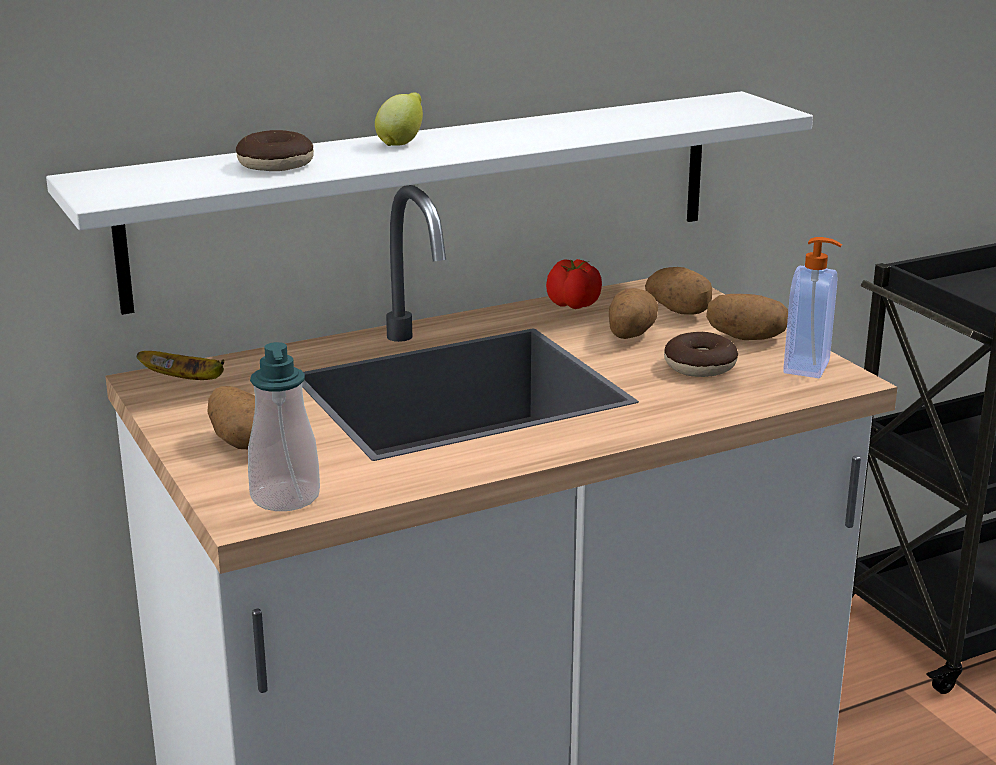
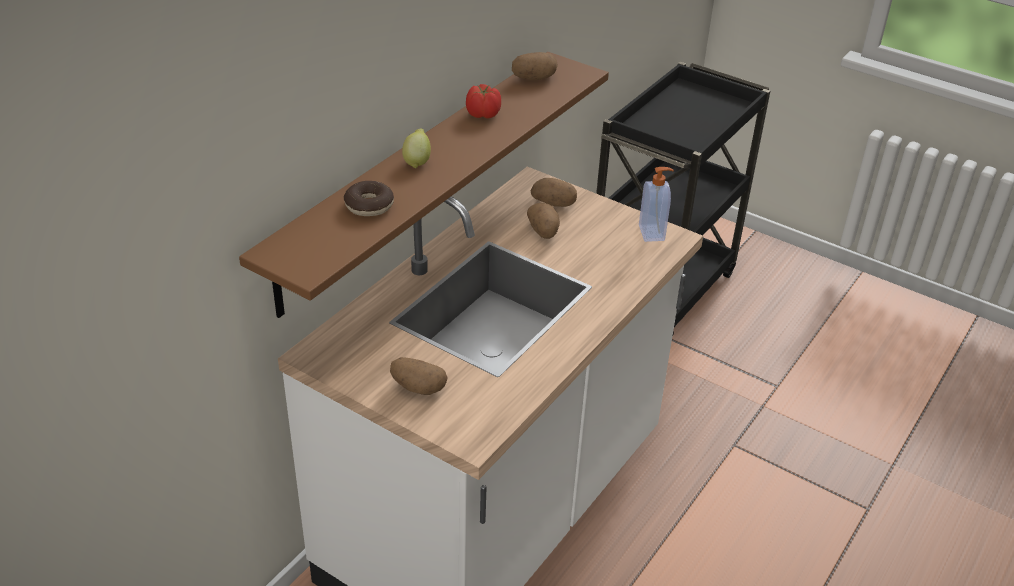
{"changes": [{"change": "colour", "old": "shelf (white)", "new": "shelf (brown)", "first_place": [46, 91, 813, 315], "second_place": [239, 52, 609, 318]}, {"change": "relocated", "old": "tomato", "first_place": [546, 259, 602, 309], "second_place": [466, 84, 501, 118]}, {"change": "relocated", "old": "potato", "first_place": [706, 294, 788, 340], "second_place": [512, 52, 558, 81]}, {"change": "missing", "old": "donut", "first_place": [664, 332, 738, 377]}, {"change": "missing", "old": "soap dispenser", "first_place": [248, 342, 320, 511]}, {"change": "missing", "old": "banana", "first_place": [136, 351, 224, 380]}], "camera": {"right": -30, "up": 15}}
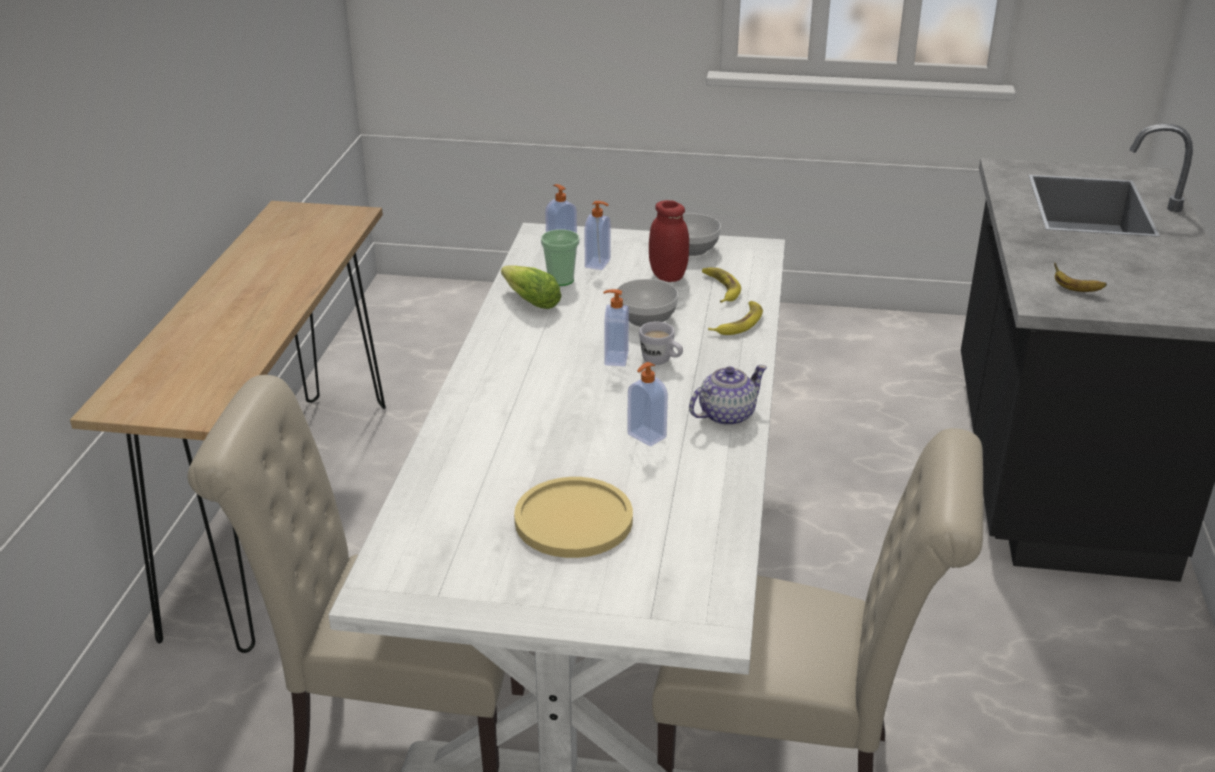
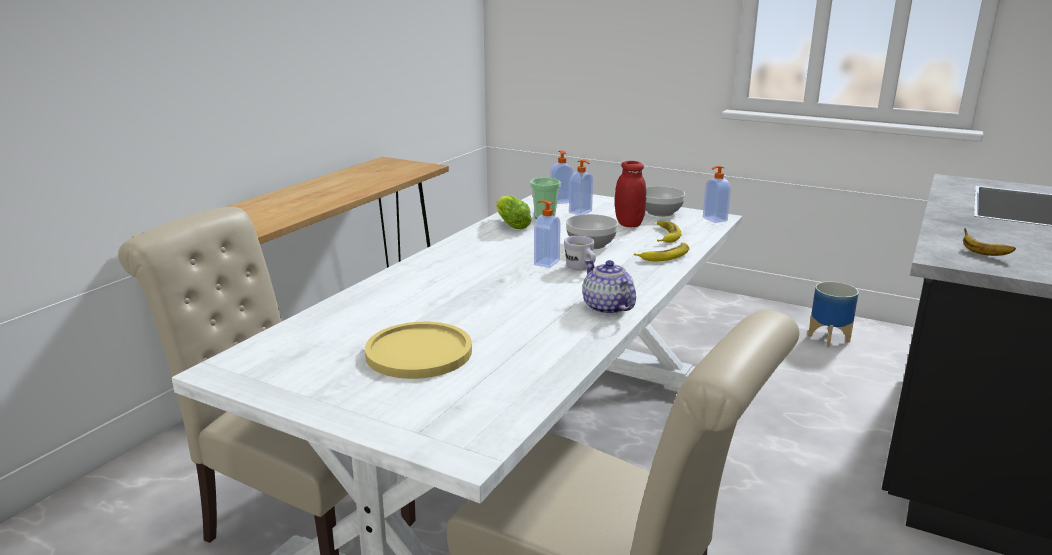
{"changes": [{"change": "relocated", "old": "soap dispenser", "first_place": [627, 362, 668, 446], "second_place": [703, 166, 731, 223]}, {"change": "spun", "old": "teapot", "first_place": [689, 365, 767, 426], "second_place": [582, 259, 636, 315], "degrees": -105}, {"change": "appeared", "new": "planter", "second_place": [808, 281, 859, 348]}], "camera": {"right": 20, "up": -10}}
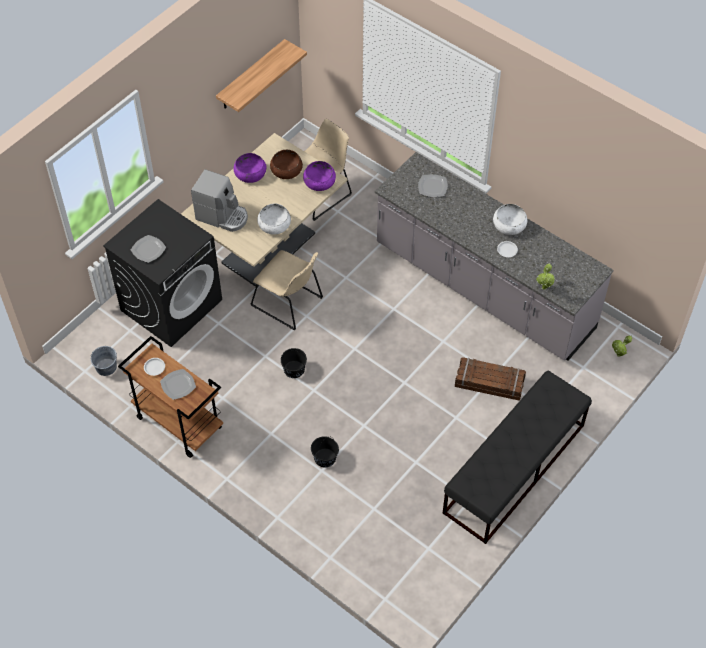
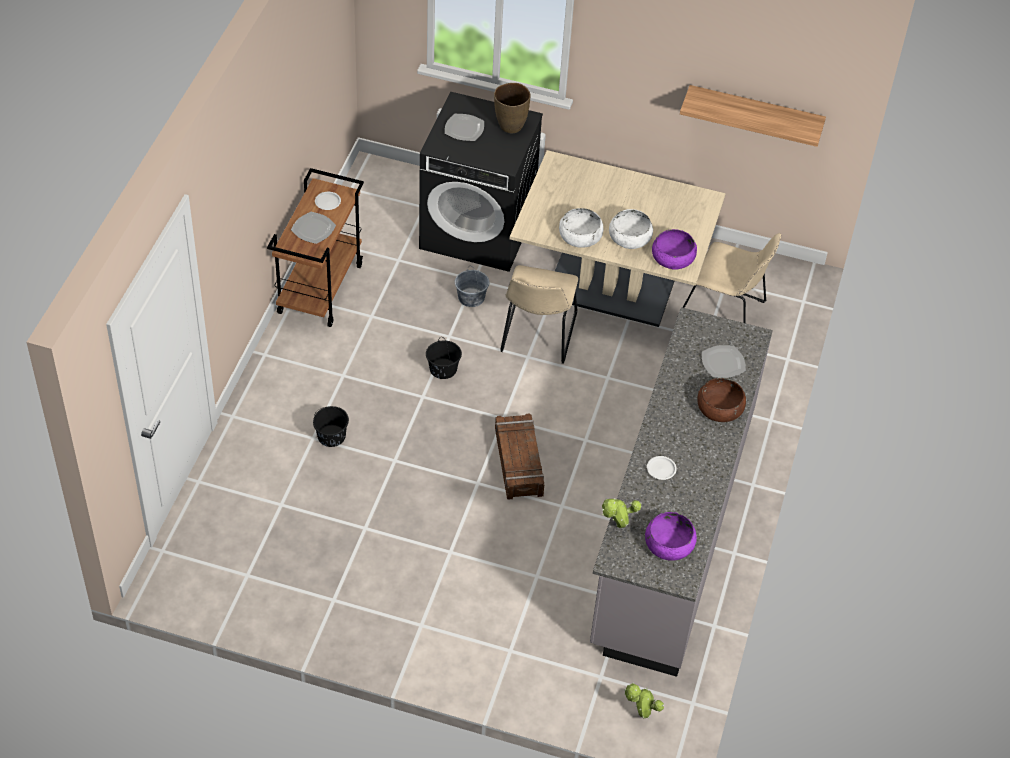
{"changes": [{"change": "relocated", "old": "bowl (brown)", "first_place": [270, 150, 303, 179], "second_place": [697, 378, 746, 422]}, {"change": "relocated", "old": "bowl (purple)", "first_place": [234, 153, 266, 183], "second_place": [645, 512, 697, 561]}, {"change": "missing", "old": "coffee machine", "first_place": [191, 169, 248, 232]}, {"change": "relocated", "old": "bowl (white)", "first_place": [493, 204, 527, 235], "second_place": [609, 209, 653, 249]}, {"change": "relocated", "old": "bucket (grey)", "first_place": [91, 346, 117, 376], "second_place": [455, 268, 489, 307]}, {"change": "relocated", "old": "crate", "first_place": [455, 357, 526, 401], "second_place": [495, 413, 544, 500]}, {"change": "missing", "old": "bench (black)", "first_place": [443, 371, 592, 544]}, {"change": "appeared", "new": "vase (brown)", "second_place": [494, 83, 531, 133]}], "camera": {"right": 65, "up": -5}}
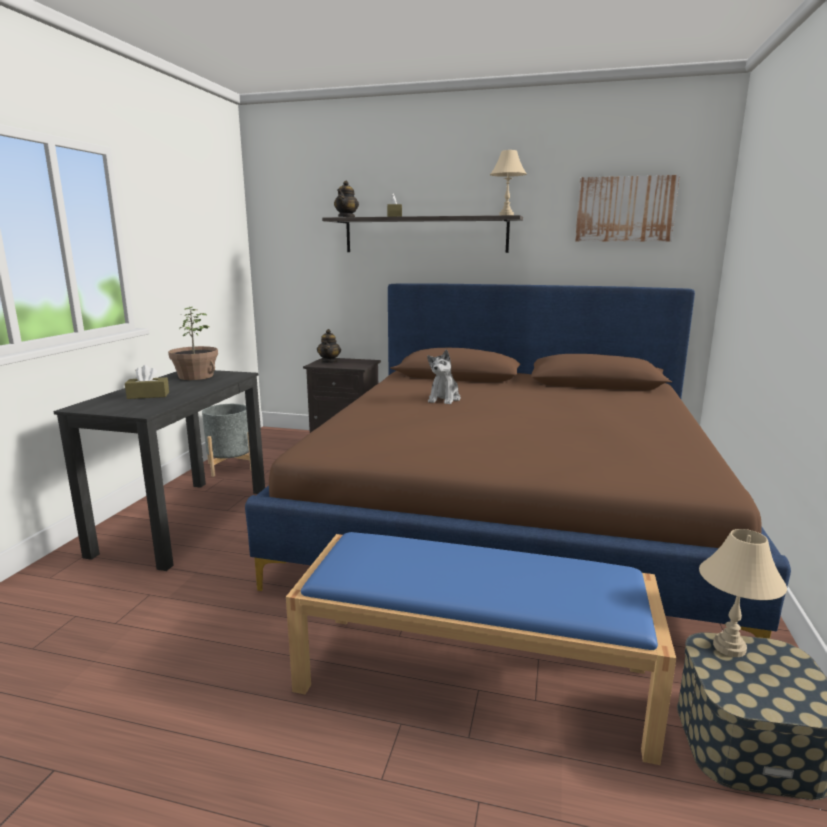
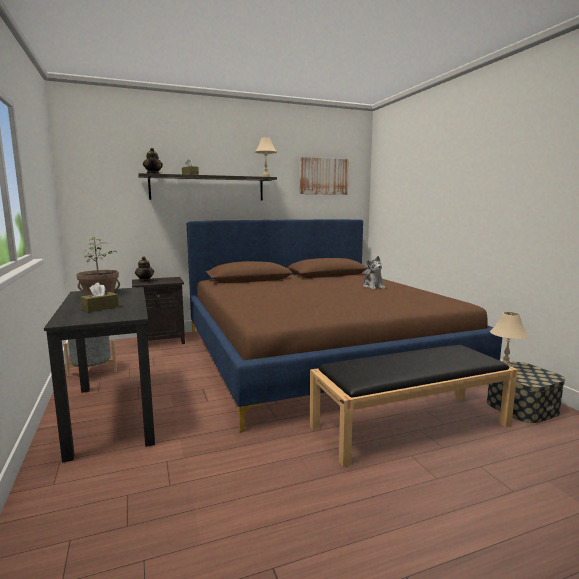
{"changes": [{"change": "relocated", "old": "plush toy", "first_place": [427, 350, 461, 404], "second_place": [363, 256, 385, 290]}, {"change": "colour", "old": "bench (blue)", "new": "bench (black)", "first_place": [286, 532, 676, 765], "second_place": [310, 345, 518, 467]}], "camera": {"right": -35, "up": -5}}
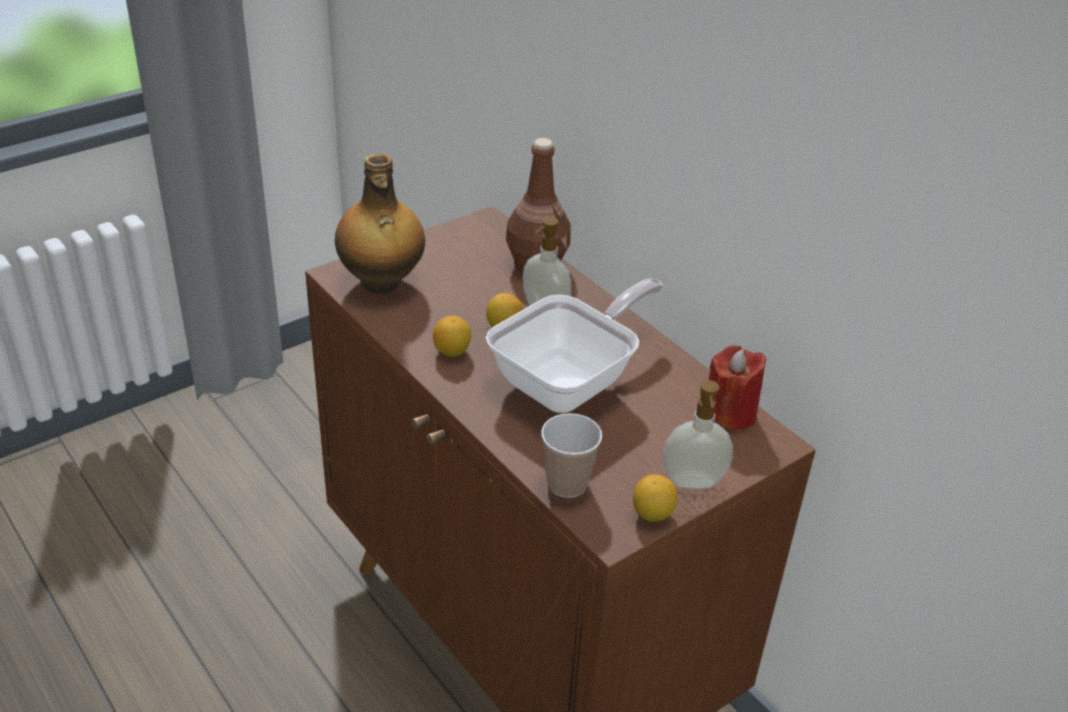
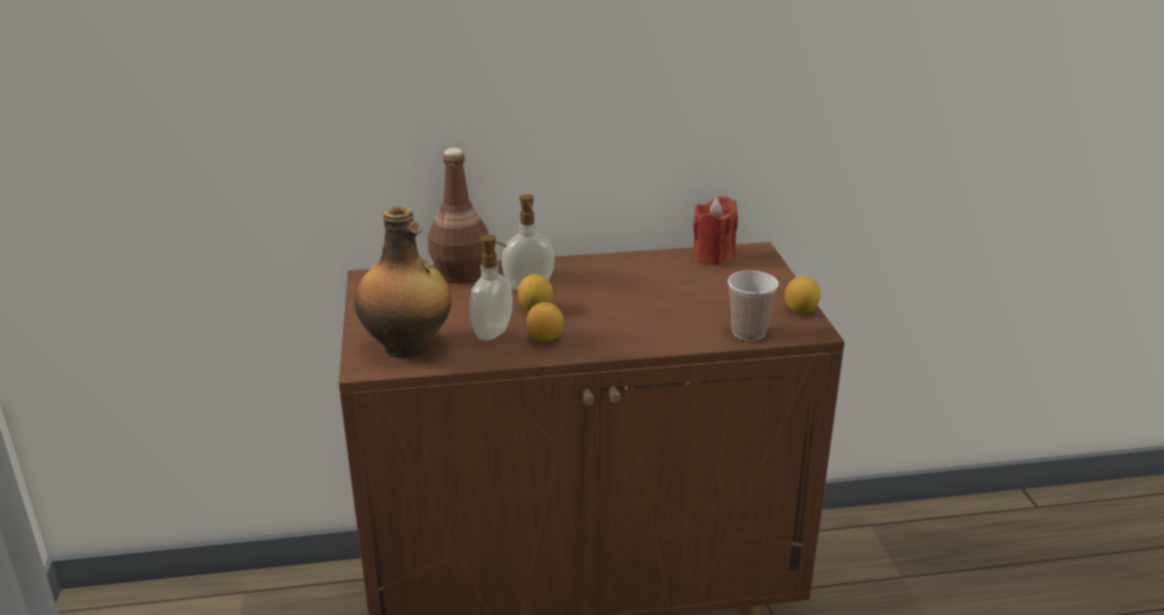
{"changes": [{"change": "missing", "old": "frying pan", "first_place": [486, 279, 663, 413]}, {"change": "relocated", "old": "soap dispenser", "first_place": [663, 380, 733, 489], "second_place": [469, 234, 513, 341]}], "camera": {"right": -60, "up": -10}}
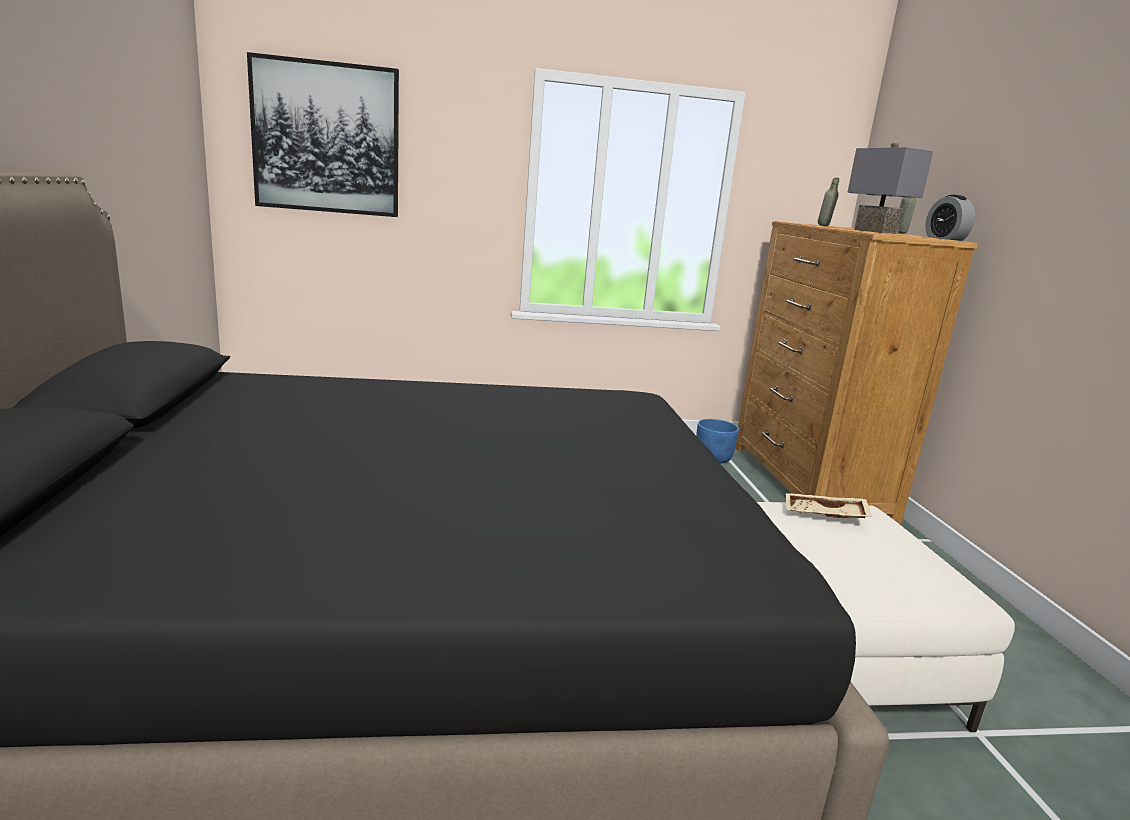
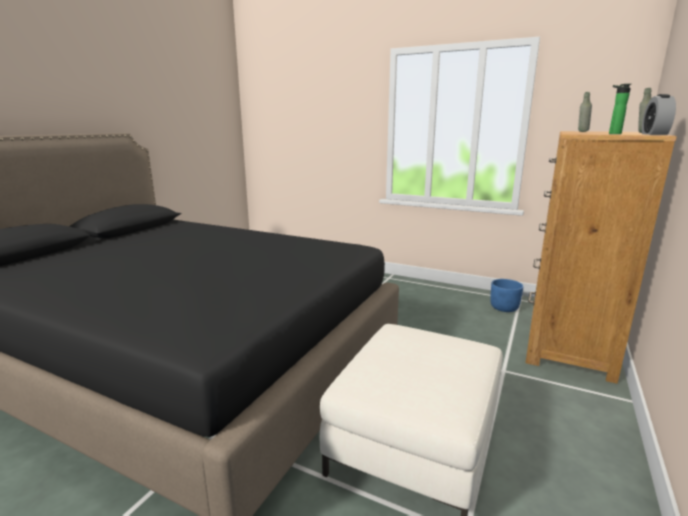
{"changes": [{"change": "missing", "old": "picture", "first_place": [247, 52, 399, 217]}, {"change": "missing", "old": "table lamp (grey)", "first_place": [847, 143, 933, 234]}, {"change": "missing", "old": "tray (beige)", "first_place": [786, 493, 872, 518]}, {"change": "appeared", "new": "bottle", "second_place": [609, 84, 631, 134]}], "camera": {"right": 35, "up": 0}}
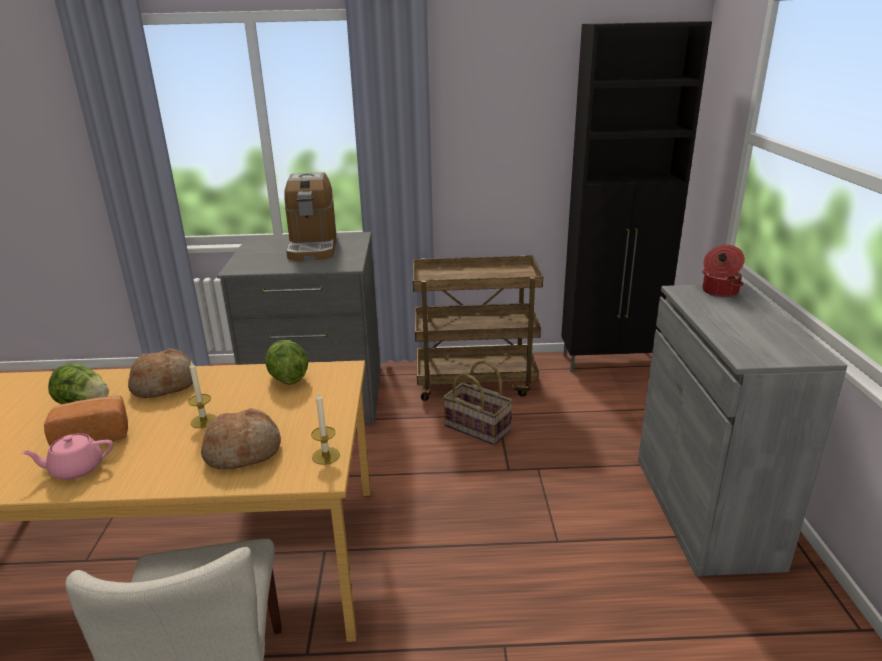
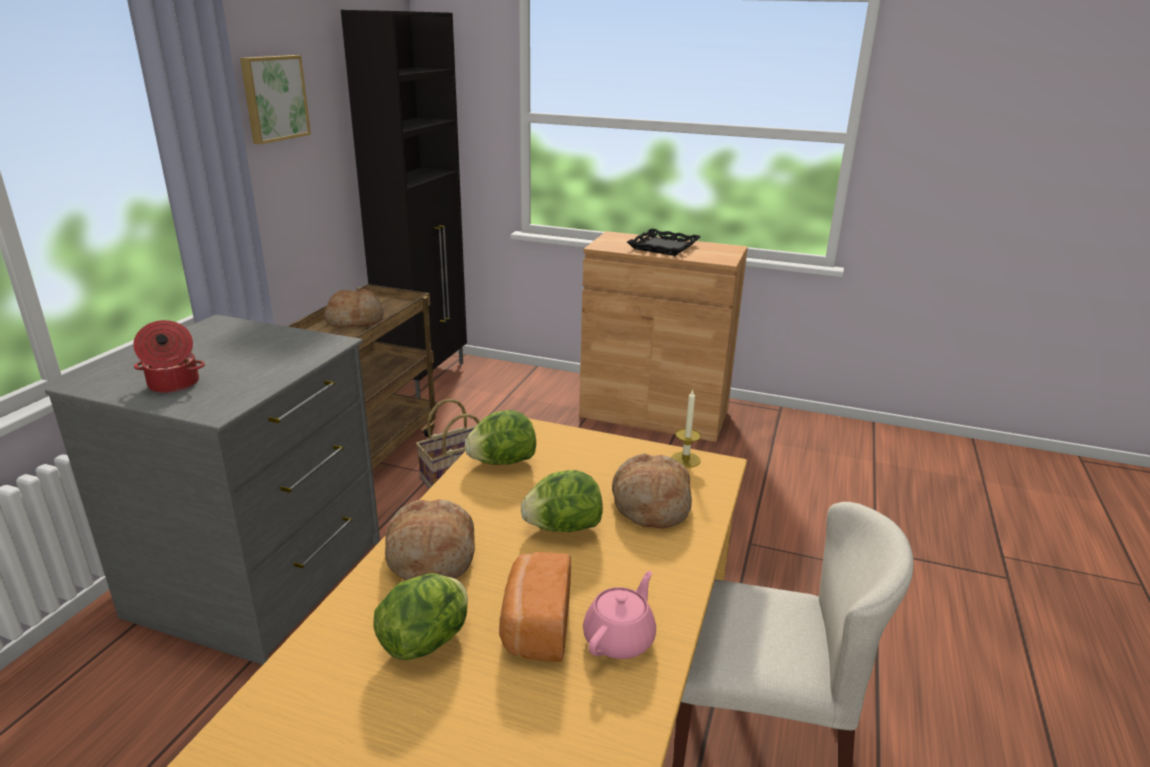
{"changes": [{"change": "missing", "old": "coffee machine", "first_place": [284, 172, 336, 261]}, {"change": "relocated", "old": "cooking pot", "first_place": [702, 245, 745, 297], "second_place": [133, 320, 205, 393]}, {"change": "colour", "old": "cabinet (grey)", "new": "cabinet (brown)", "first_place": [638, 283, 848, 576], "second_place": [579, 231, 748, 442]}, {"change": "exchanged", "old": "candle", "new": "lettuce", "first_place": [188, 361, 216, 428], "second_place": [521, 470, 603, 532]}, {"change": "spun", "old": "teapot (pink)", "first_place": [21, 433, 113, 480], "second_place": [583, 571, 656, 659], "degrees": -150}, {"change": "appeared", "new": "picture", "second_place": [240, 55, 311, 144]}, {"change": "appeared", "new": "tray (black)", "second_place": [627, 228, 701, 256]}, {"change": "appeared", "new": "bread", "second_place": [324, 289, 384, 328]}], "camera": {"right": -70, "up": 0}}
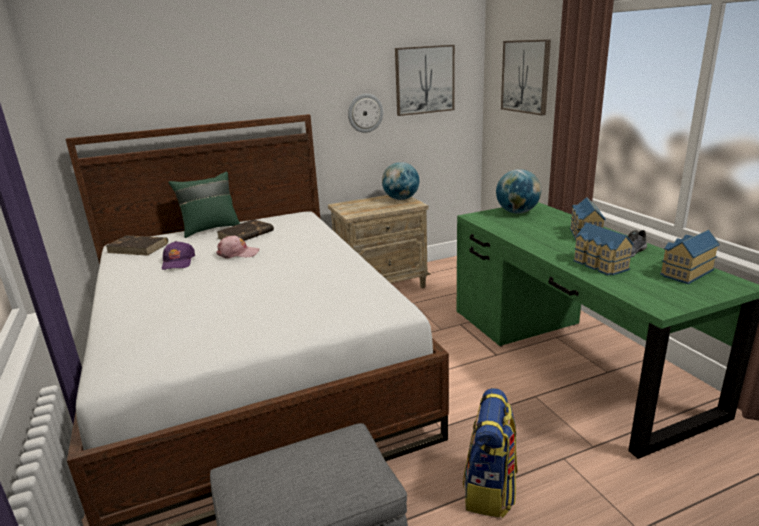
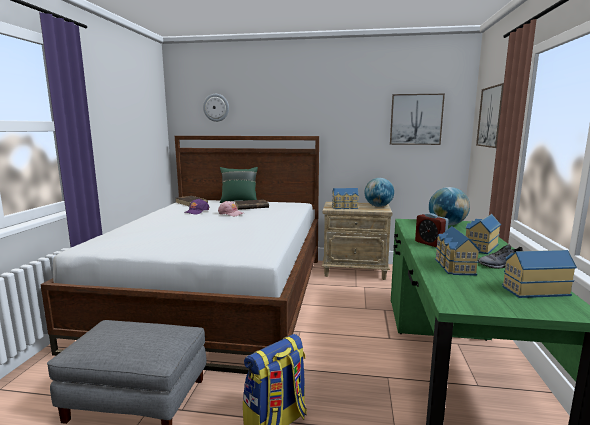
{"changes": [{"change": "relocated", "old": "wall clock", "first_place": [348, 93, 383, 133], "second_place": [203, 94, 229, 122]}, {"change": "appeared", "new": "toy house", "second_place": [332, 188, 359, 209]}, {"change": "appeared", "new": "alarm clock", "second_place": [415, 213, 449, 247]}], "camera": {"right": 30, "up": -10}}
